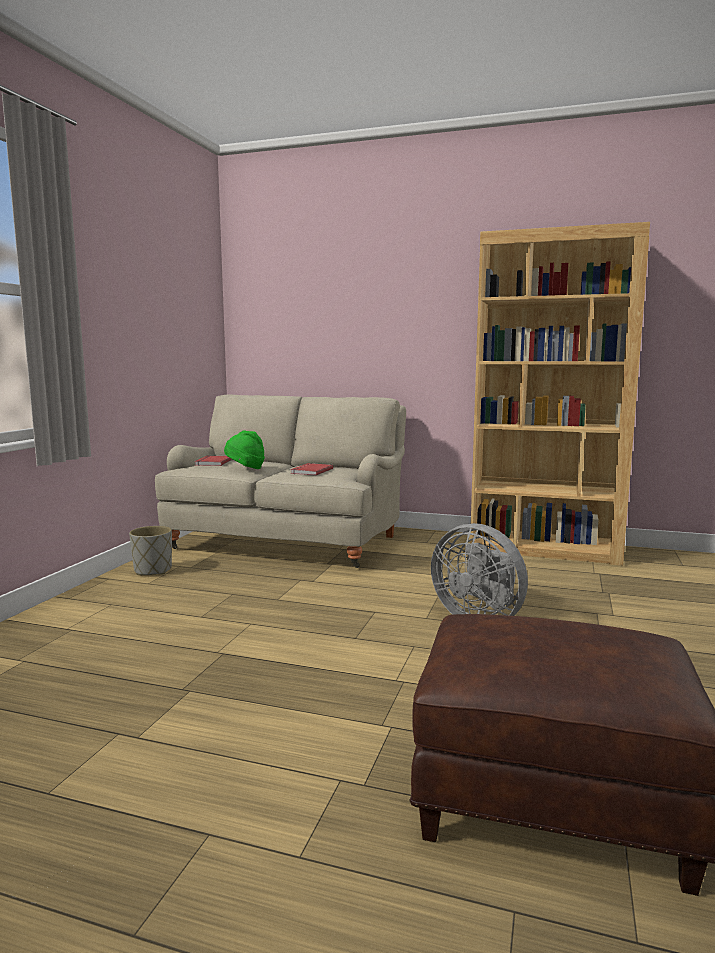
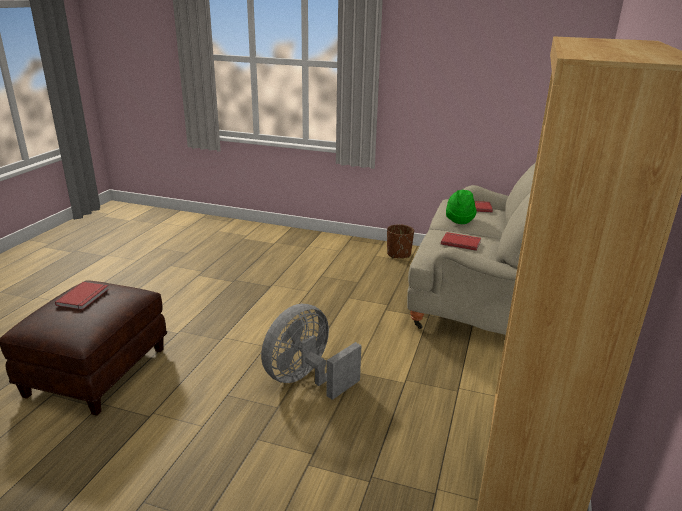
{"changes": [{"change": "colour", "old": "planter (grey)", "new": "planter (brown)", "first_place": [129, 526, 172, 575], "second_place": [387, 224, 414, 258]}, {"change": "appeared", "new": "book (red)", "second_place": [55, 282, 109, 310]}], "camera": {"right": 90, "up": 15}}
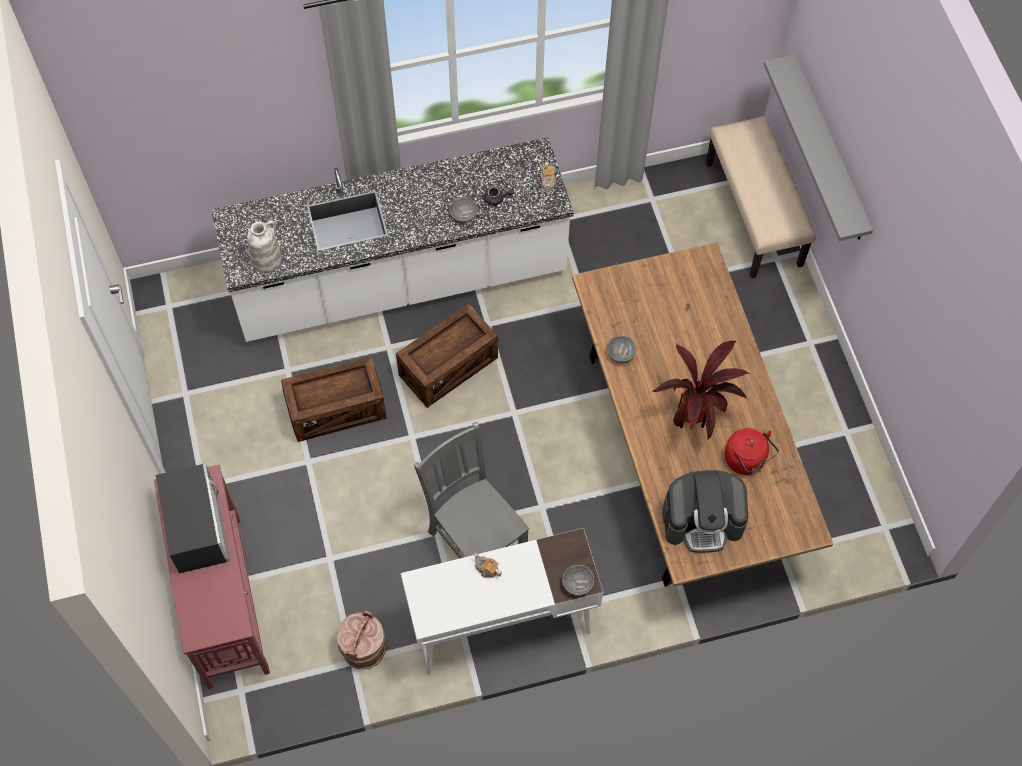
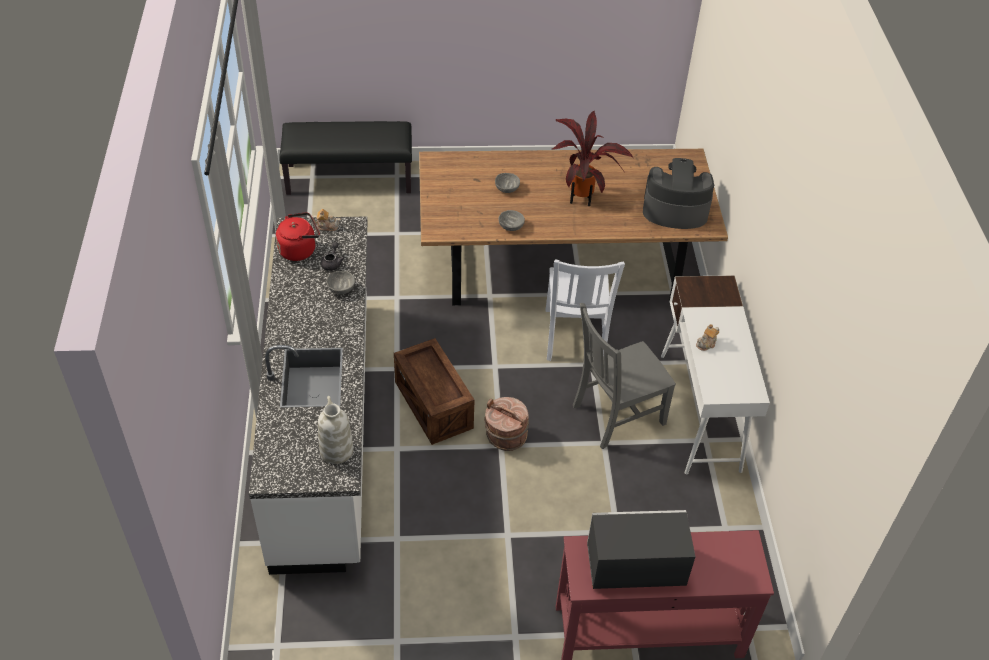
{"changes": [{"change": "missing", "old": "shelf (grey)", "first_place": [764, 54, 873, 241]}, {"change": "colour", "old": "bench (beige)", "new": "bench (black)", "first_place": [706, 116, 816, 278], "second_place": [279, 121, 412, 195]}, {"change": "missing", "old": "crate", "first_place": [281, 356, 387, 442]}, {"change": "relocated", "old": "kettle (red)", "first_place": [725, 428, 779, 475], "second_place": [276, 212, 320, 261]}, {"change": "spun", "old": "coffee machine", "first_place": [662, 470, 748, 553], "second_place": [643, 158, 714, 229], "degrees": -90}, {"change": "relocated", "old": "bowl (grey)", "first_place": [562, 565, 594, 596], "second_place": [495, 173, 520, 193]}, {"change": "relocated", "old": "bucket (brown)", "first_place": [336, 611, 386, 669], "second_place": [484, 397, 529, 451]}, {"change": "appeared", "new": "chair (white)", "second_place": [546, 259, 625, 361]}], "camera": {"right": -80, "up": -15}}
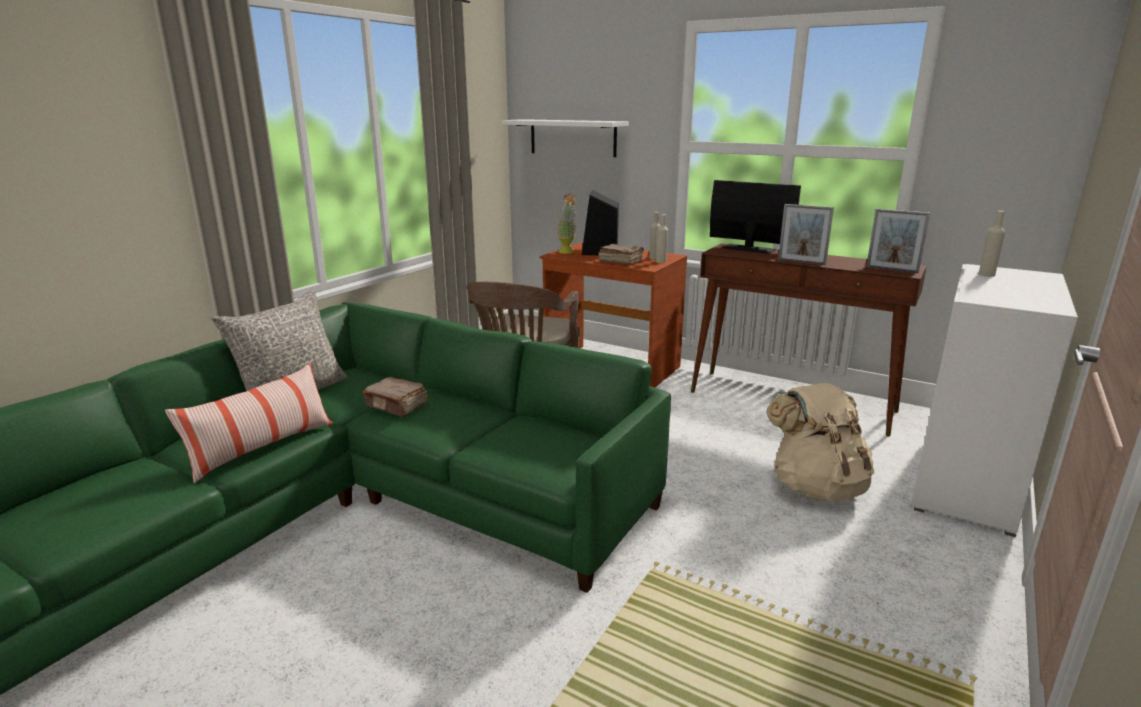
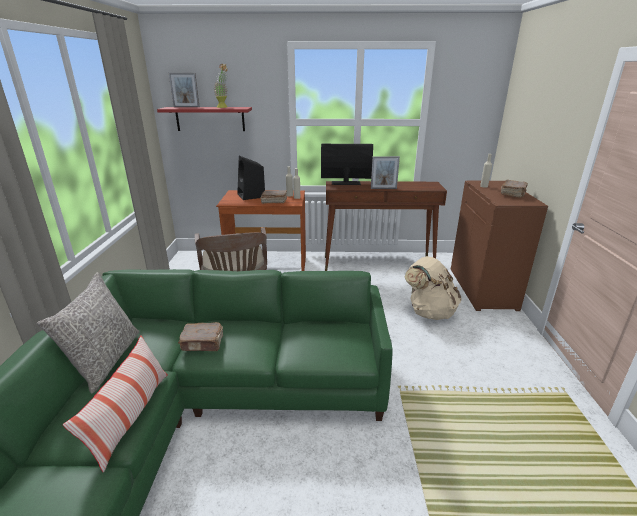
{"changes": [{"change": "colour", "old": "shelf (white)", "new": "shelf (red)", "first_place": [502, 119, 629, 157], "second_place": [157, 107, 252, 131]}, {"change": "relocated", "old": "potted plant", "first_place": [556, 194, 576, 254], "second_place": [214, 64, 228, 108]}, {"change": "relocated", "old": "picture frame", "first_place": [866, 209, 930, 273], "second_place": [169, 73, 199, 107]}, {"change": "colour", "old": "cabinet (white)", "new": "cabinet (brown)", "first_place": [911, 264, 1078, 537], "second_place": [451, 181, 548, 311]}, {"change": "appeared", "new": "book (brown)", "second_place": [501, 180, 528, 197]}], "camera": {"right": -30, "up": 5}}
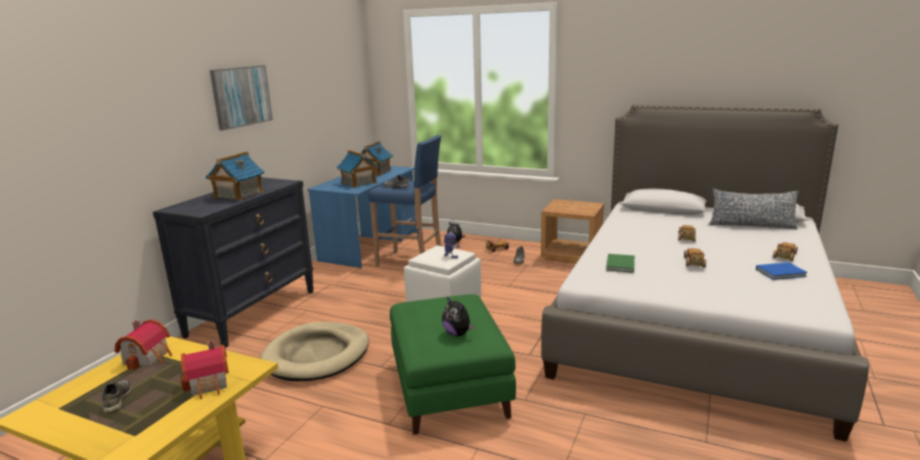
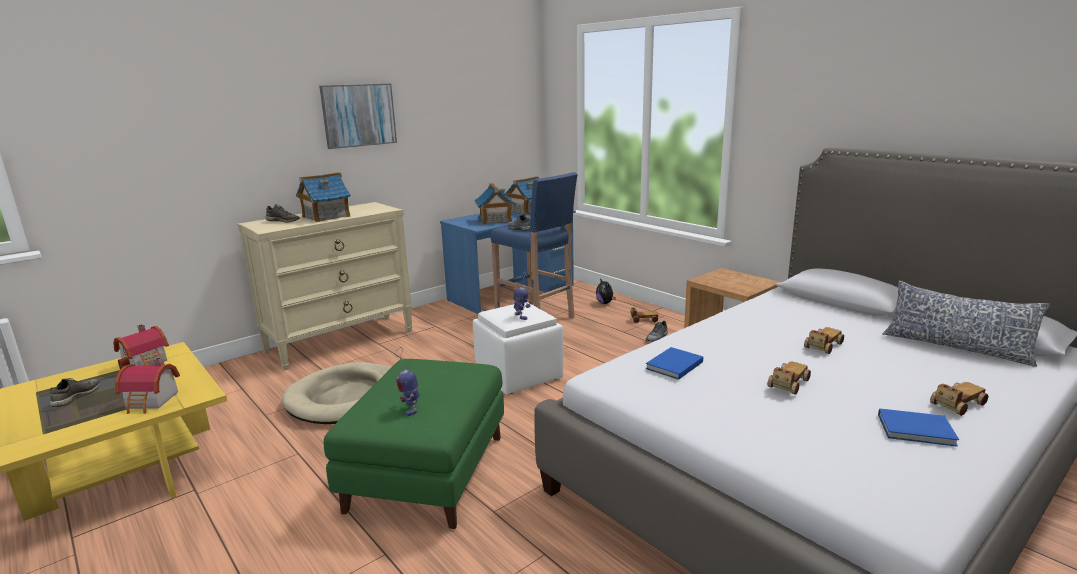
{"changes": [{"change": "colour", "old": "dresser (black)", "new": "dresser (beige)", "first_place": [153, 177, 314, 348], "second_place": [237, 202, 412, 370]}, {"change": "colour", "old": "book (green)", "new": "book (blue)", "first_place": [606, 254, 635, 273], "second_place": [646, 347, 703, 380]}, {"change": "exchanged", "old": "plush toy", "new": "toy robot", "first_place": [442, 297, 475, 337], "second_place": [395, 347, 420, 416]}, {"change": "appeared", "new": "shoe (grey)", "second_place": [265, 204, 300, 223]}], "camera": {"right": 25, "up": 0}}
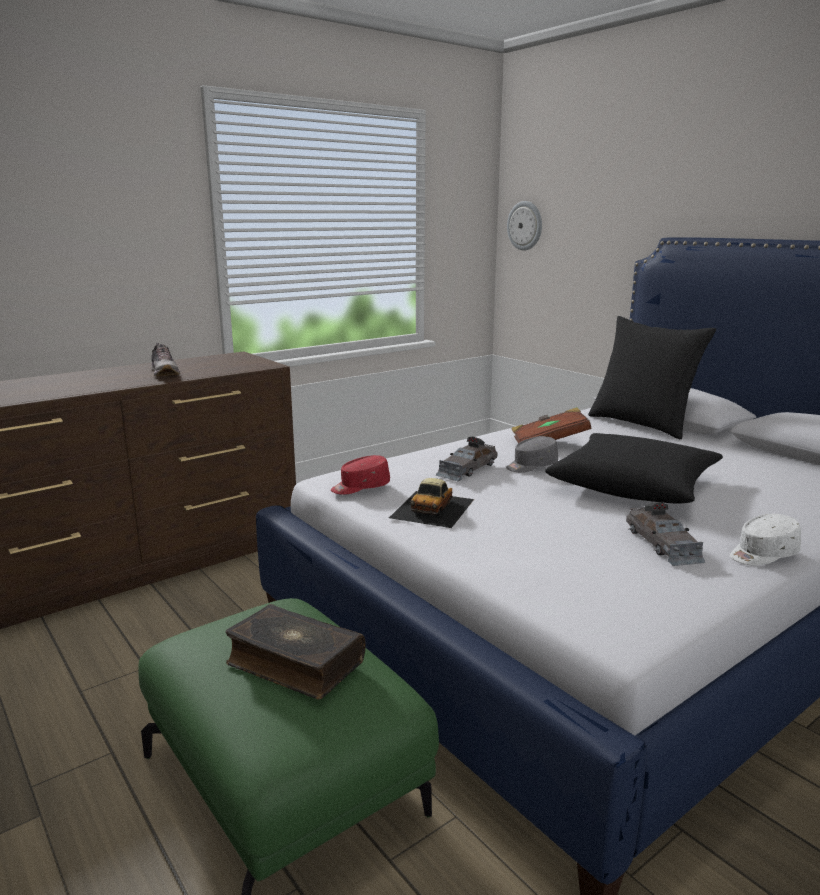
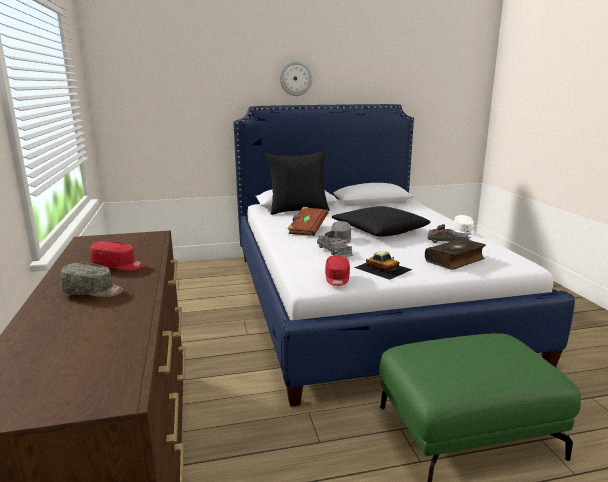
{"changes": [{"change": "relocated", "old": "wall clock", "first_place": [507, 201, 542, 251], "second_place": [280, 61, 313, 96]}, {"change": "exchanged", "old": "shoe", "new": "cap (red)", "first_place": [151, 343, 180, 376], "second_place": [90, 241, 145, 271]}, {"change": "relocated", "old": "book", "first_place": [225, 604, 366, 699], "second_place": [425, 238, 486, 270]}, {"change": "appeared", "new": "cap (grey)", "second_place": [60, 263, 124, 297]}], "camera": {"right": -65, "up": 0}}
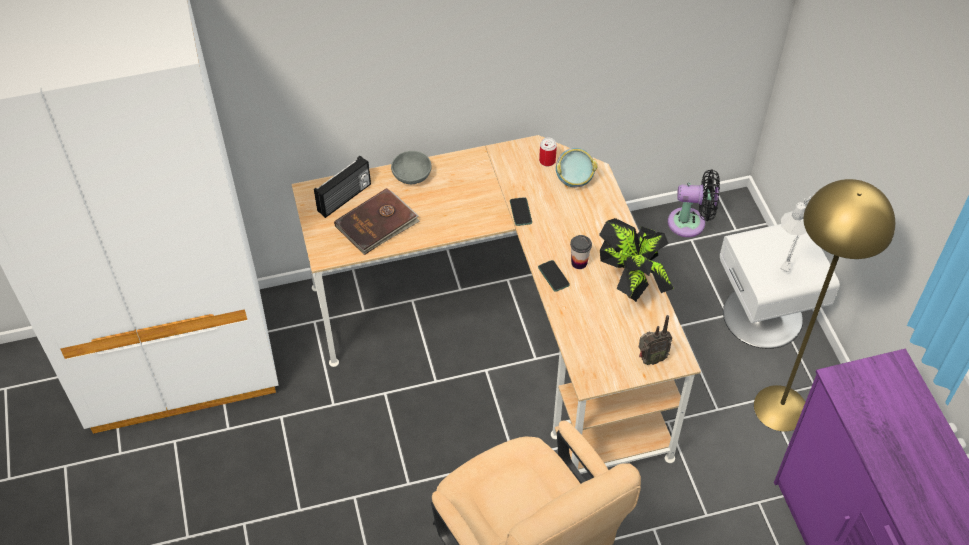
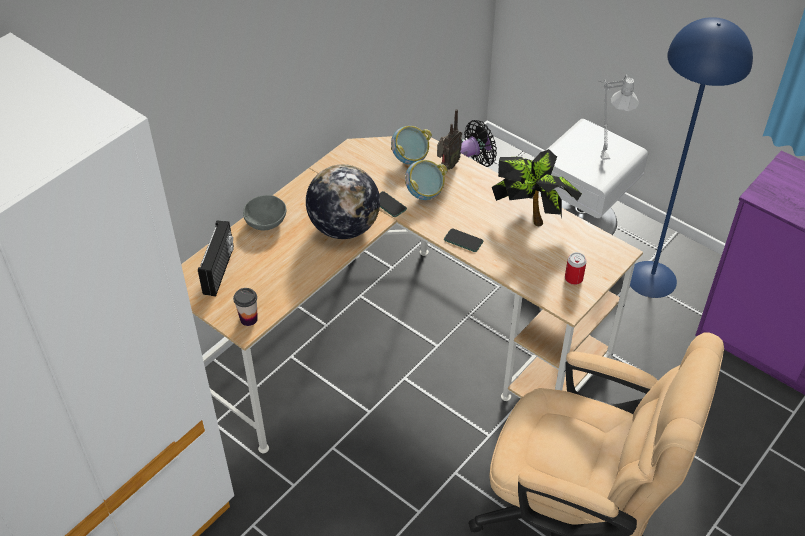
{"changes": [{"change": "relocated", "old": "can", "first_place": [539, 138, 557, 166], "second_place": [565, 252, 587, 285]}, {"change": "colour", "old": "floor lamp (yellow)", "new": "floor lamp (blue)", "first_place": [754, 179, 895, 432], "second_place": [630, 17, 753, 298]}, {"change": "missing", "old": "book (brown)", "first_place": [334, 188, 420, 255]}, {"change": "relocated", "old": "cup", "first_place": [570, 235, 592, 269], "second_place": [233, 288, 258, 326]}, {"change": "relocated", "old": "radio", "first_place": [639, 315, 672, 365], "second_place": [437, 109, 462, 170]}, {"change": "appeared", "new": "bowl", "second_place": [405, 160, 447, 200]}, {"change": "appeared", "new": "globe", "second_place": [306, 164, 380, 239]}], "camera": {"right": -35, "up": -5}}
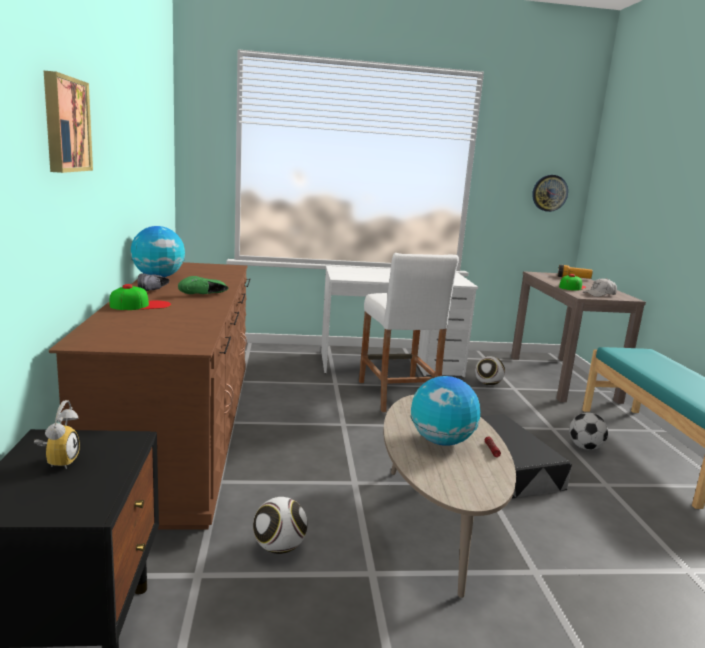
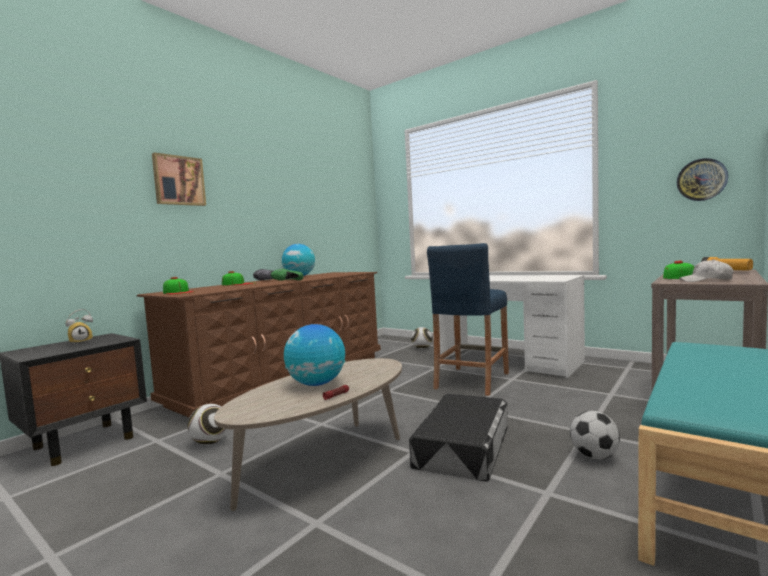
{"changes": [{"change": "colour", "old": "stool (white)", "new": "stool (blue)", "first_place": [359, 253, 459, 412], "second_place": [427, 243, 509, 396]}, {"change": "relocated", "old": "football", "first_place": [475, 356, 505, 385], "second_place": [411, 327, 433, 349]}, {"change": "appeared", "new": "cap", "second_place": [163, 277, 195, 295]}], "camera": {"right": 45, "up": -10}}
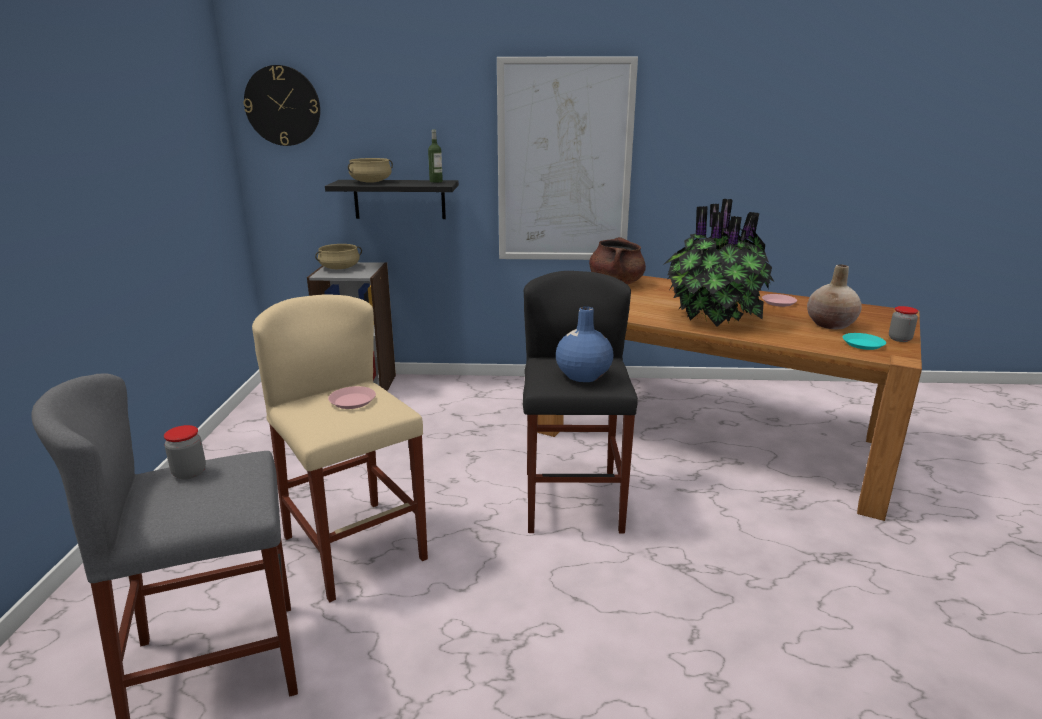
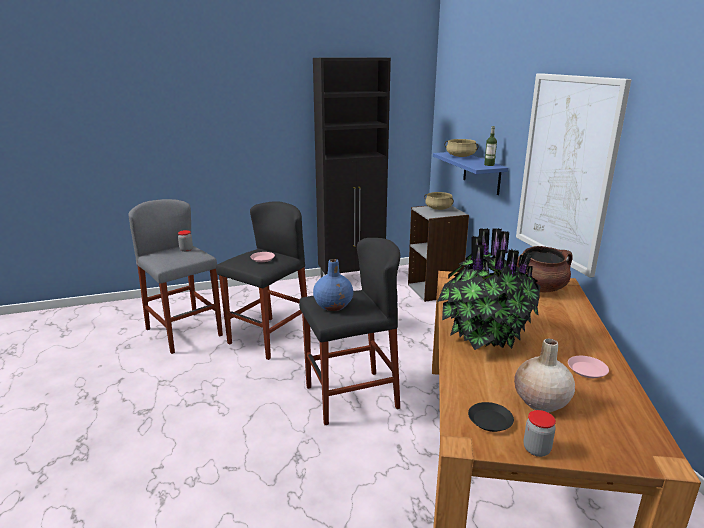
{"changes": [{"change": "missing", "old": "wall clock", "first_place": [243, 65, 320, 146]}, {"change": "colour", "old": "shelf (black)", "new": "shelf (blue)", "first_place": [325, 180, 459, 219], "second_place": [433, 152, 508, 195]}, {"change": "colour", "old": "stool (beige)", "new": "stool (black)", "first_place": [252, 294, 428, 602], "second_place": [216, 201, 311, 360]}, {"change": "colour", "old": "plate (turquoise)", "new": "plate (black)", "first_place": [843, 333, 886, 350], "second_place": [468, 402, 514, 432]}, {"change": "appeared", "new": "cabinet (black)", "second_place": [313, 57, 391, 277]}], "camera": {"right": 70, "up": 0}}
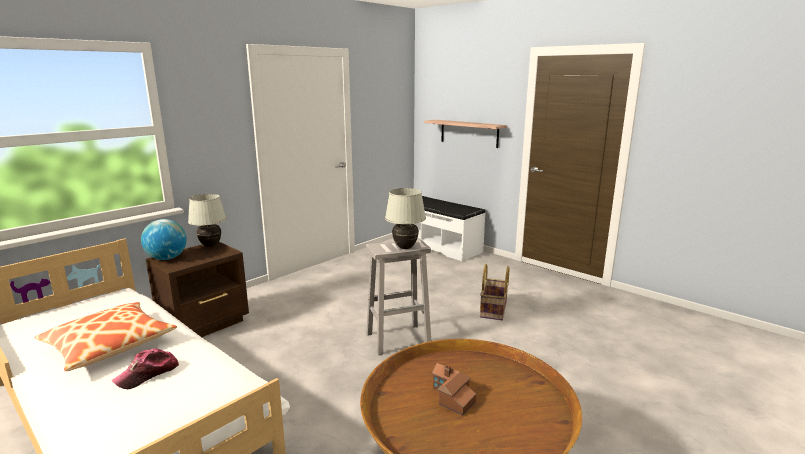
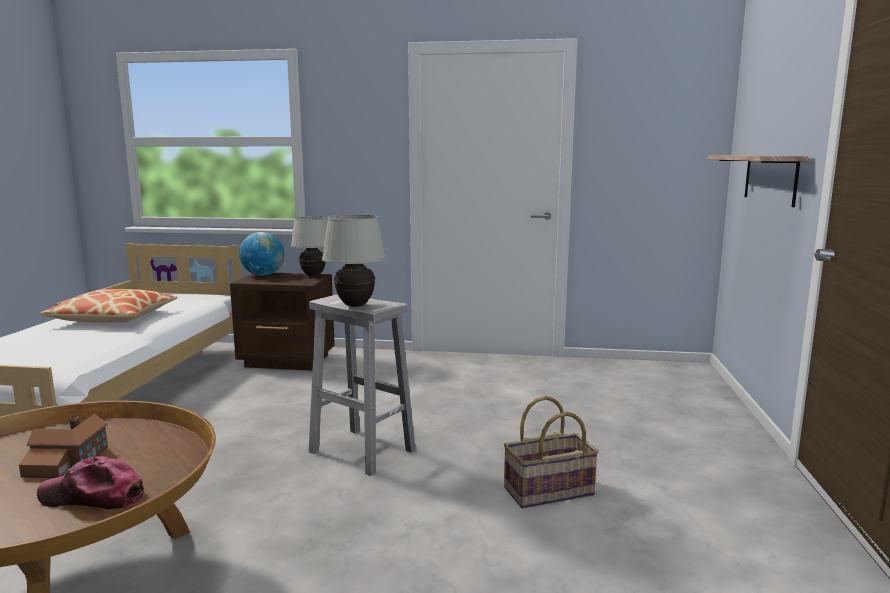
{"changes": [{"change": "missing", "old": "bench (white)", "first_place": [415, 196, 486, 262]}, {"change": "relocated", "old": "cap", "first_place": [112, 349, 179, 389], "second_place": [37, 456, 144, 509]}], "camera": {"right": 55, "up": -5}}
